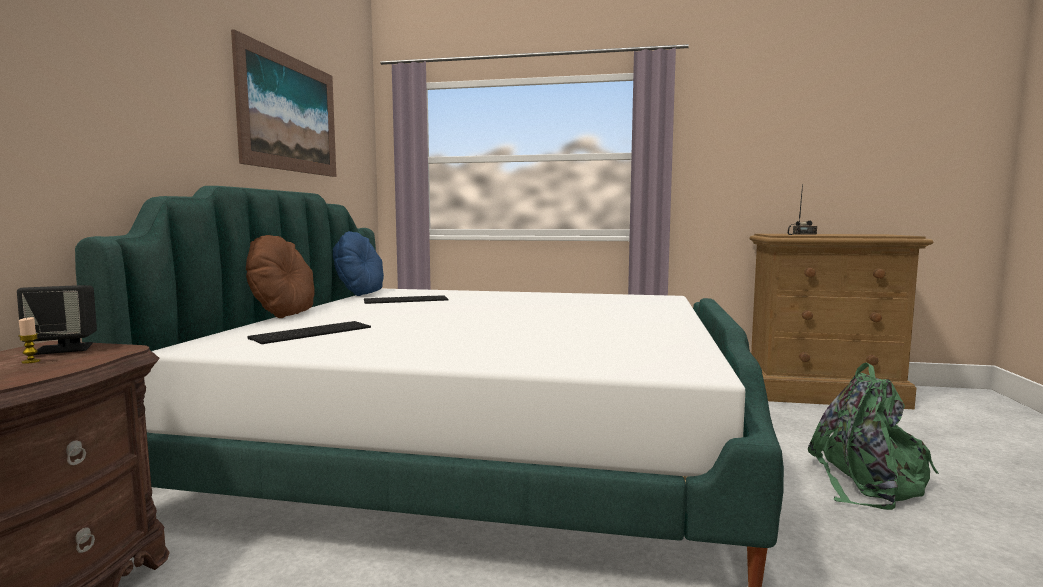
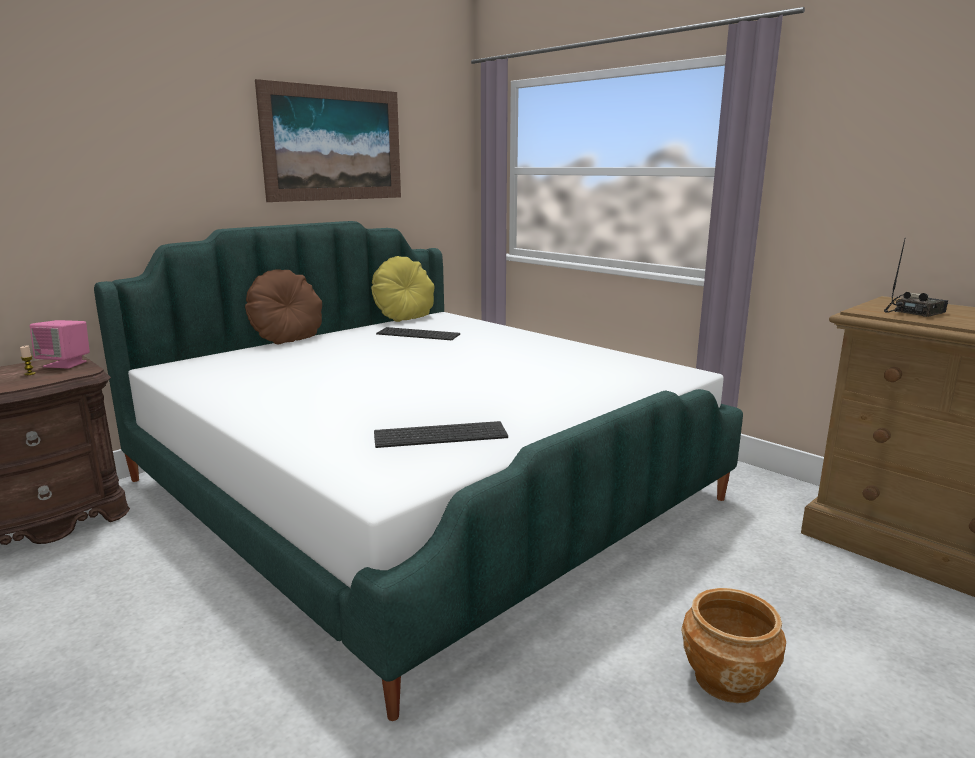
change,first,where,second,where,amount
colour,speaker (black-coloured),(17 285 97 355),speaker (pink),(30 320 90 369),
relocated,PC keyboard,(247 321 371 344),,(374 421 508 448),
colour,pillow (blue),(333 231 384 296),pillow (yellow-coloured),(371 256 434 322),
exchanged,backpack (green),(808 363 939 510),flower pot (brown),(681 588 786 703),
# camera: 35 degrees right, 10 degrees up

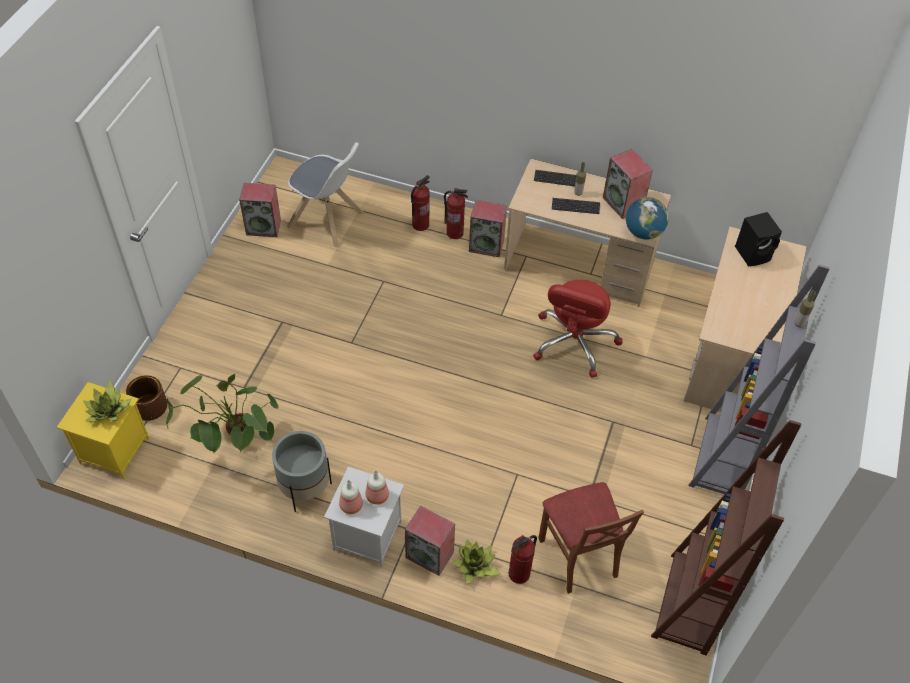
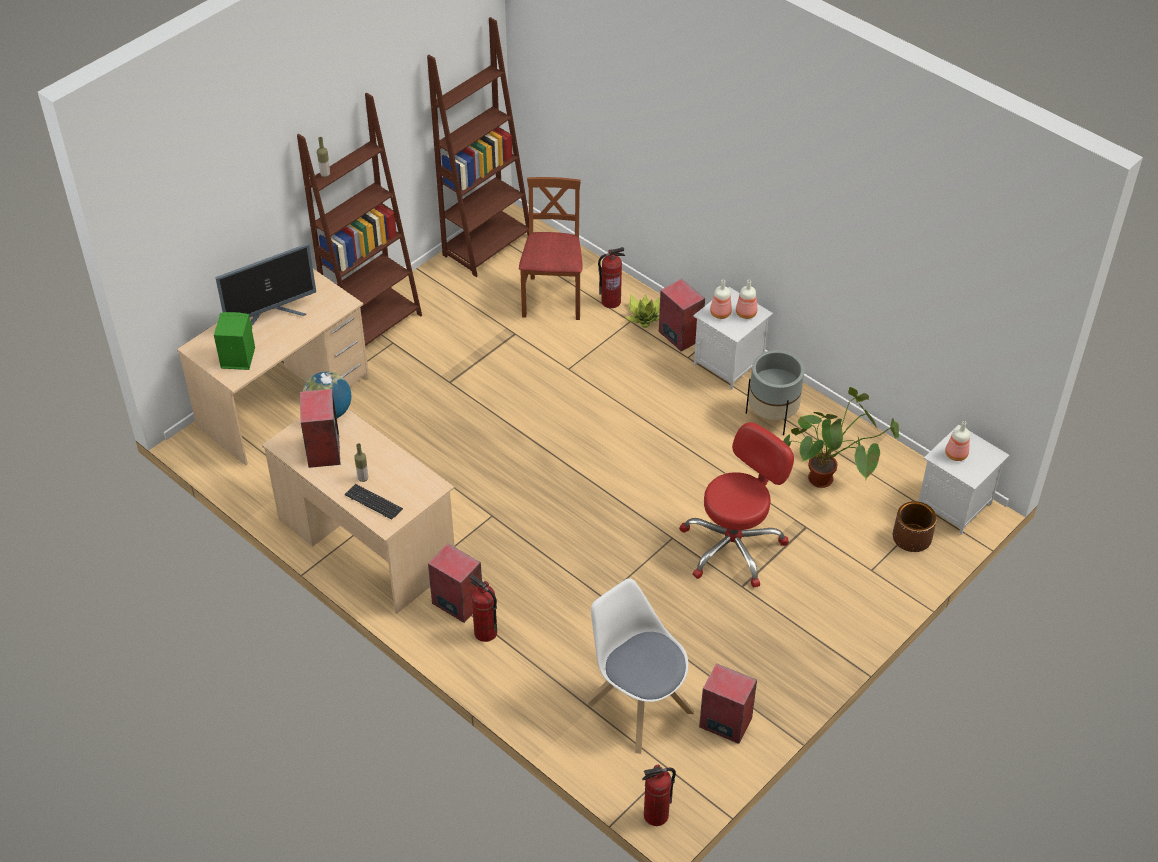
change,first,where,second,where,amount
colour,nightstand (yellow-coloured),(57 382 149 479),nightstand (greyish),(918 425 1009 535),
exchanged,houseplant,(83 380 131 422),drink bottle,(945 421 970 461),
relocated,fire extinguisher,(411 175 430 231),,(642 765 676 826),
relocated,office chair (red-coloured),(533 280 622 378),,(679 422 794 587),
missing,PC keyboard,(552 198 600 214),,,
colour,bookshelf (greyish),(688 265 830 494),bookshelf (brown),(297 92 422 346),
colour,speaker (black-coloured),(735 212 782 266),speaker (green),(214 312 255 370),
appeared,,,computer screen,(215 243 316 326),
# camera: 155 degrees left, 5 degrees down

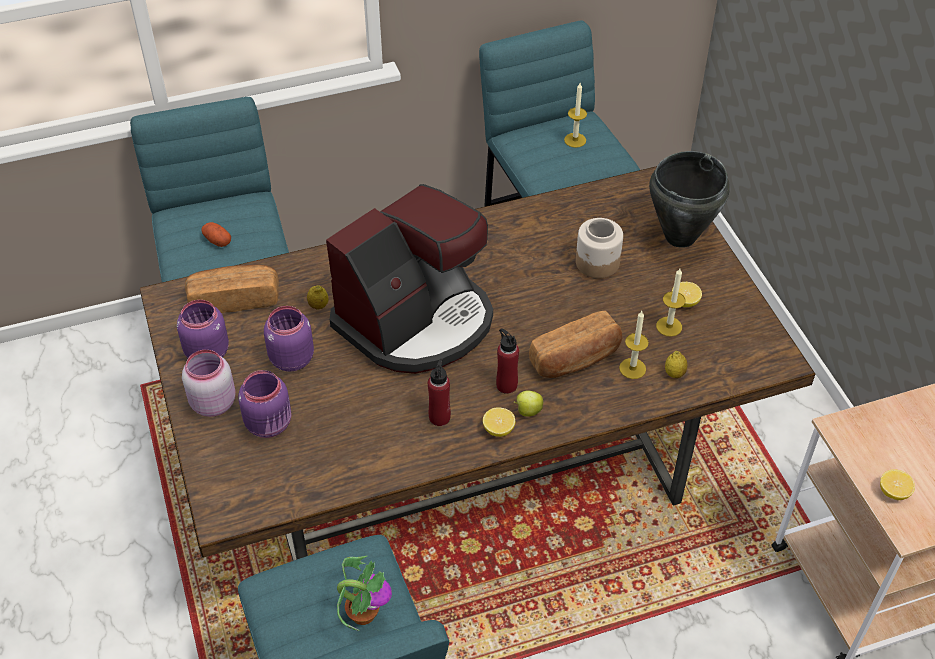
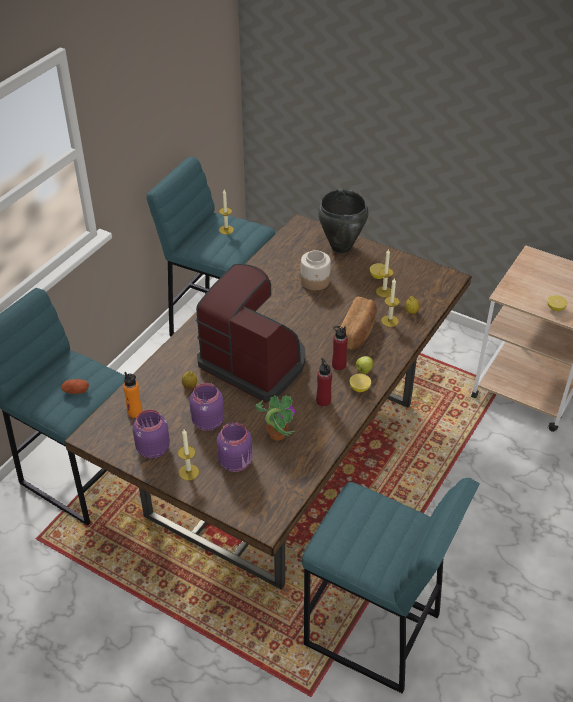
change,first,where,second,where,amount
exchanged,preserve jar (pink),(182 350 236 417),wax light,(178 429 199 481),
exchanged,bakery bread,(185 265 279 313),drink bottle (orange),(123 372 142 418),
spun,coffee brewer,(326 184 493 374),,(196 264 306 403),60 degrees counterclockwise
relocated,houseplant,(337 556 392 631),,(256 395 295 441),
# camera: 40 degrees left, 5 degrees down

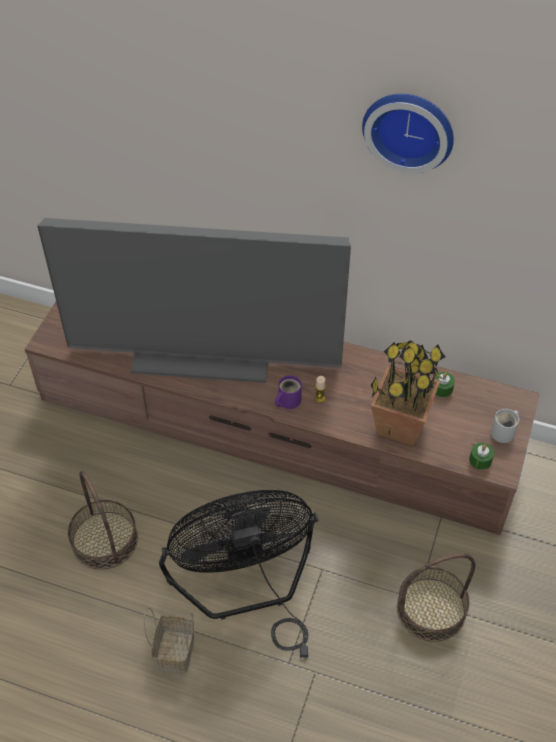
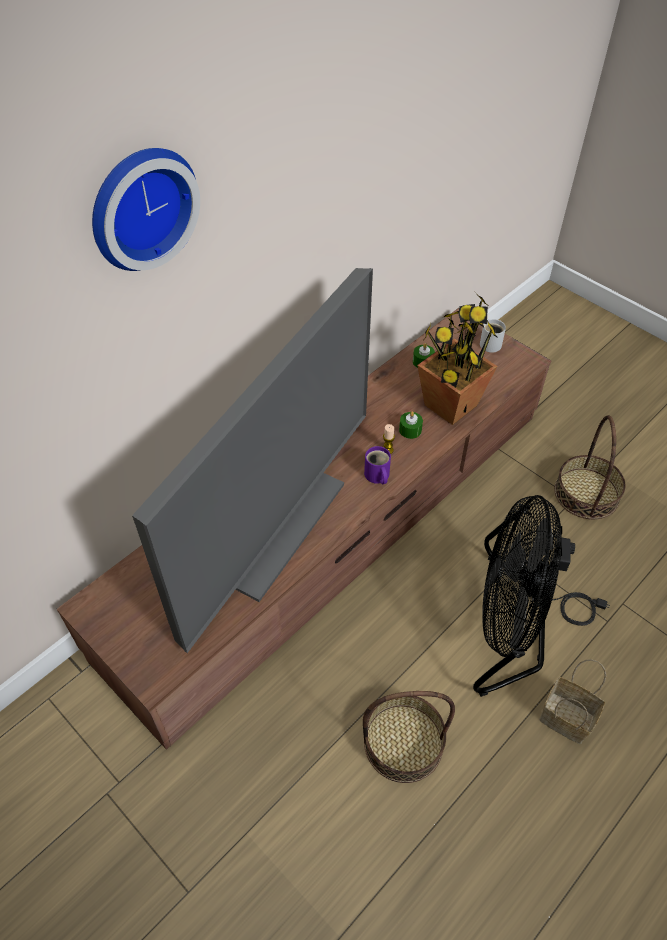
change,first,where,second,where,amount
relocated,hanging clock,(362 94 454 174),,(92 148 200 271),
relocated,wax light (green),(469 443 494 470),,(399 411 423 439),
# camera: 65 degrees left, 0 degrees up

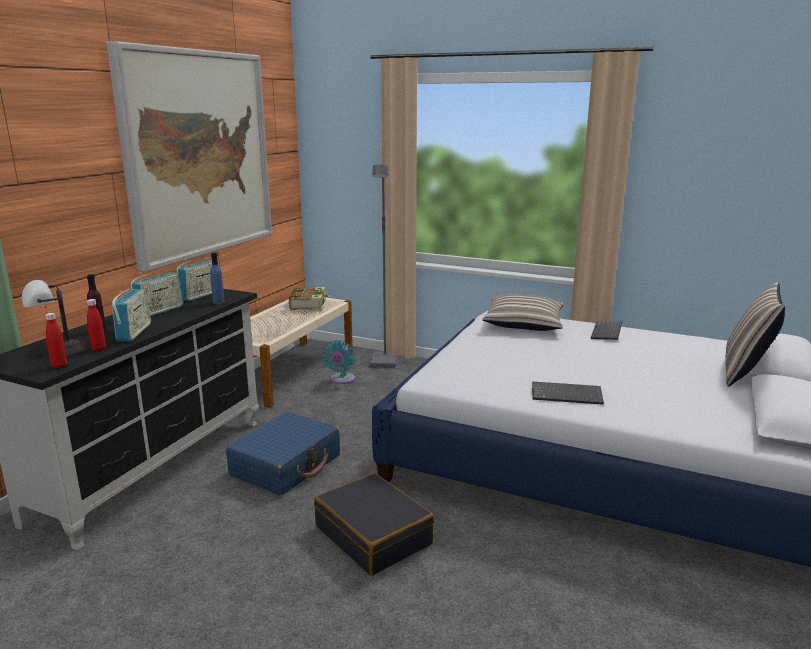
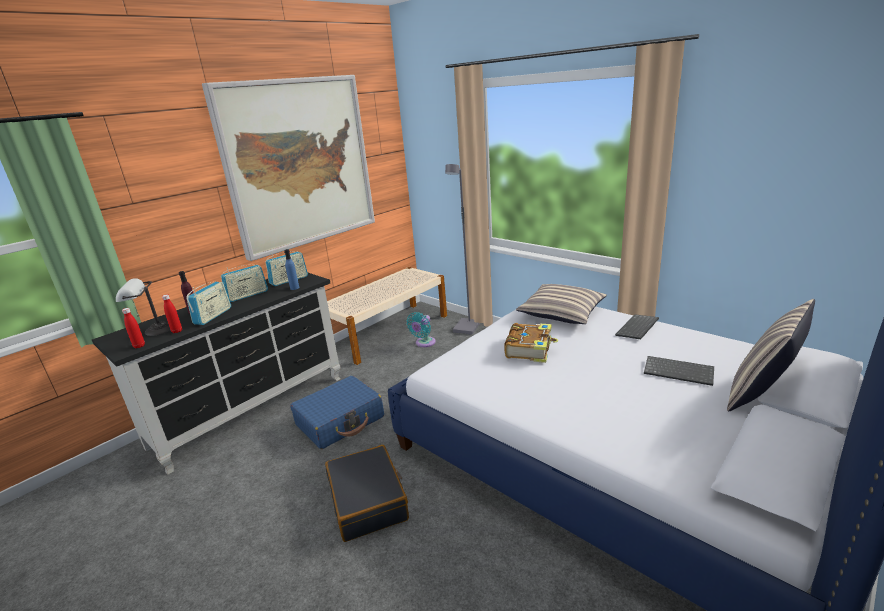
change,first,where,second,where,amount
relocated,bound book,(289 287 331 311),,(504 323 558 363),
relocated,PC keyboard,(532 382 604 405),,(644 356 714 386),
# camera: 20 degrees right, 5 degrees up

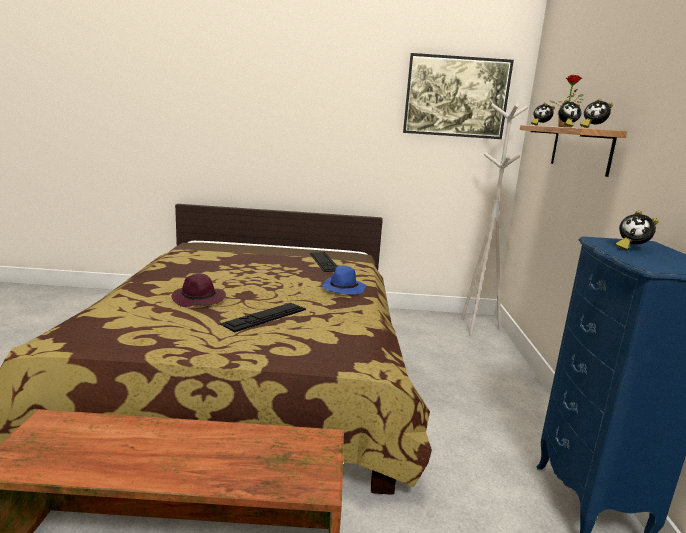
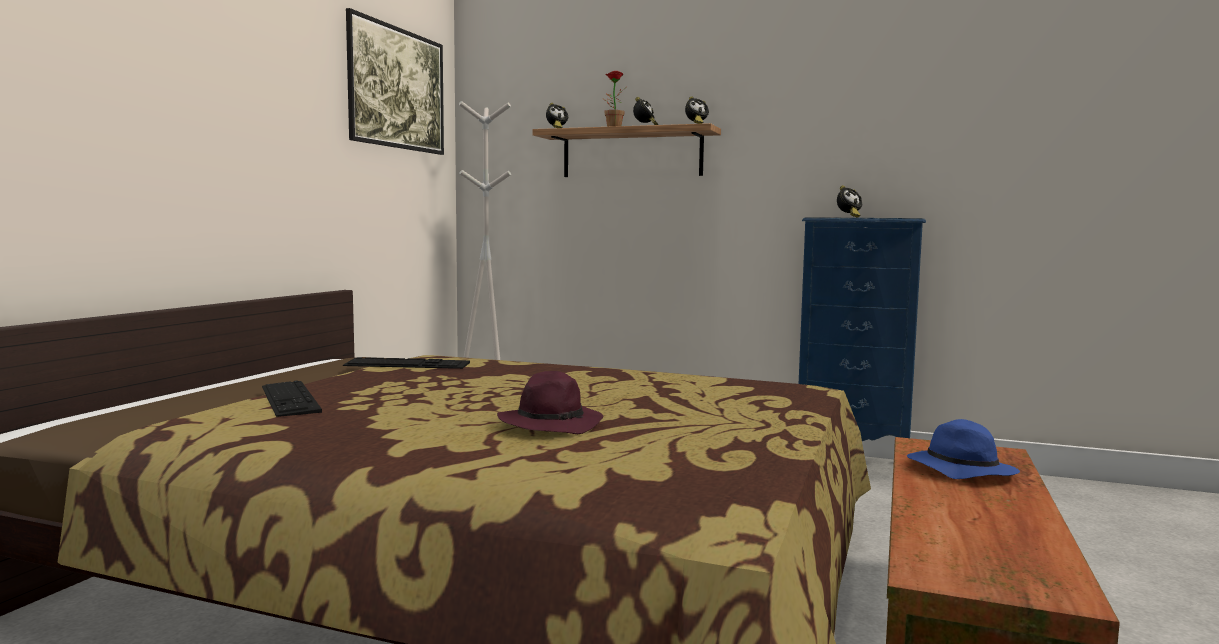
change,first,where,second,where,amount
relocated,PC keyboard,(220 303 306 333),,(262 380 322 417),
relocated,hat (blue),(321 266 366 294),,(907 419 1020 479),
# camera: 70 degrees left, 10 degrees down

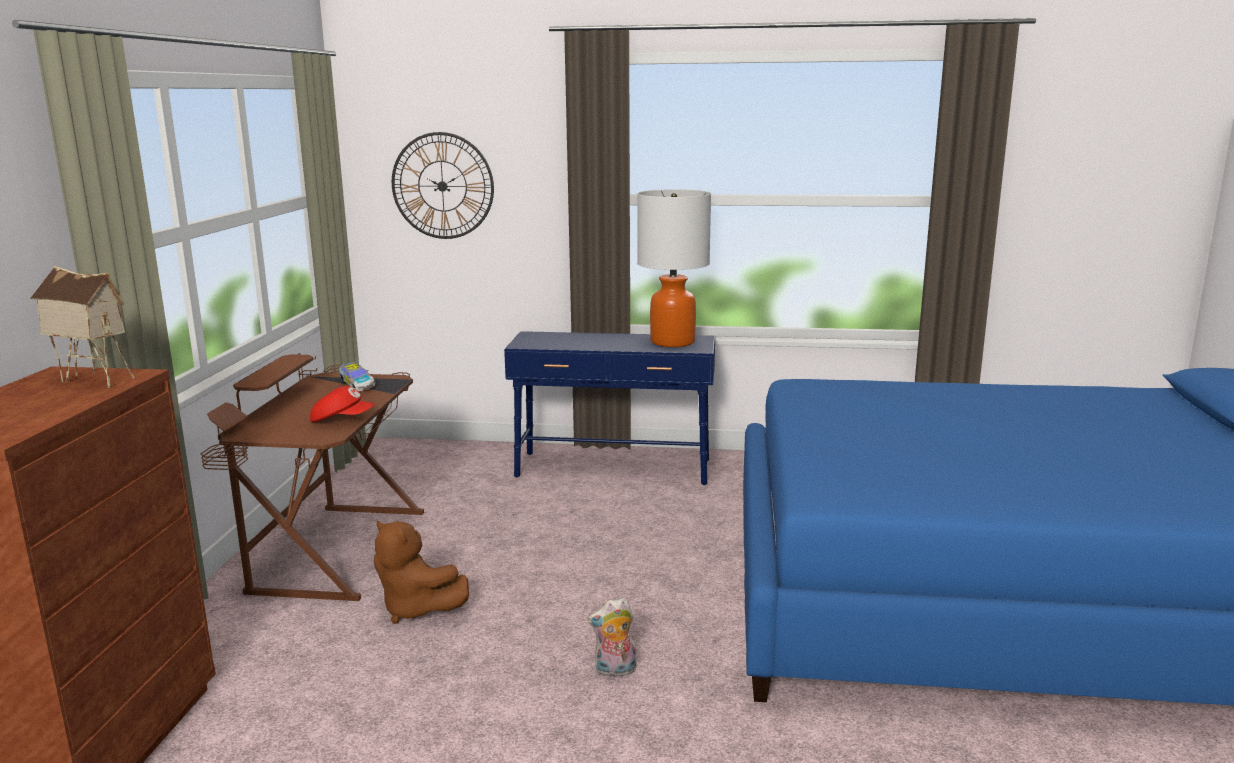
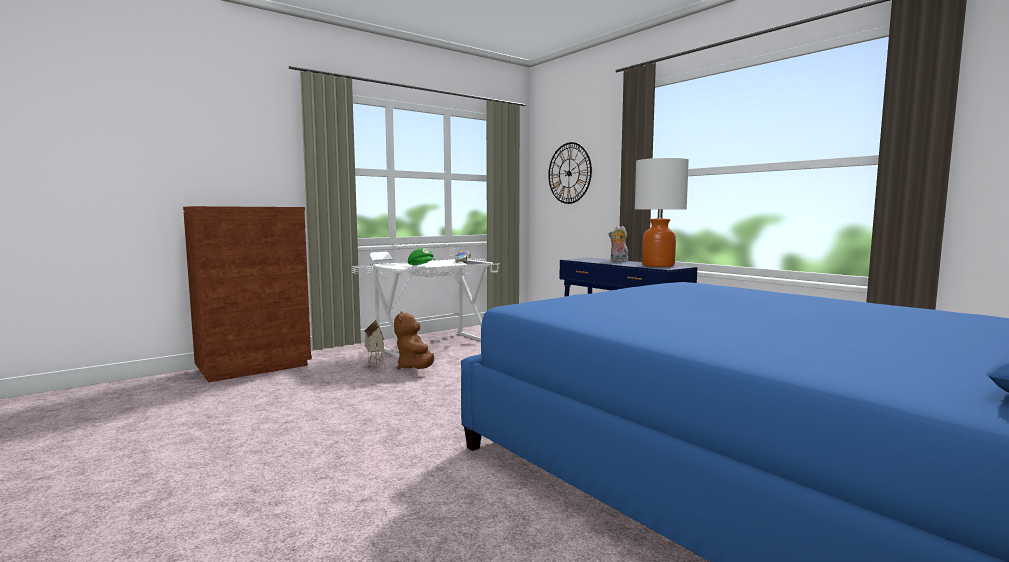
change,first,where,second,where,amount
relocated,toy house,(30 266 135 388),,(364 319 386 373),
colour,desk unit (brown),(201 353 424 601),desk unit (white-coloured),(352 243 500 358),
colour,cap (red-coloured),(310 386 375 422),cap (green),(408 248 435 265),
relocated,plush toy,(587 598 636 677),,(609 226 629 262),
# camera: 45 degrees right, 10 degrees down

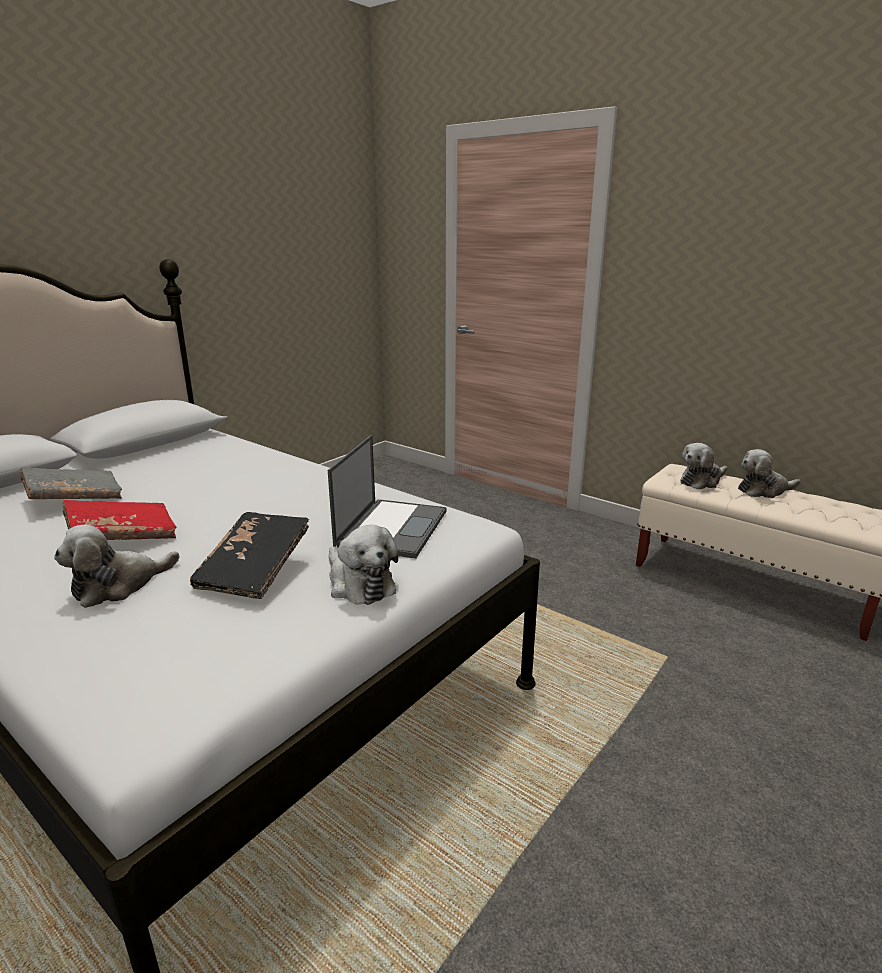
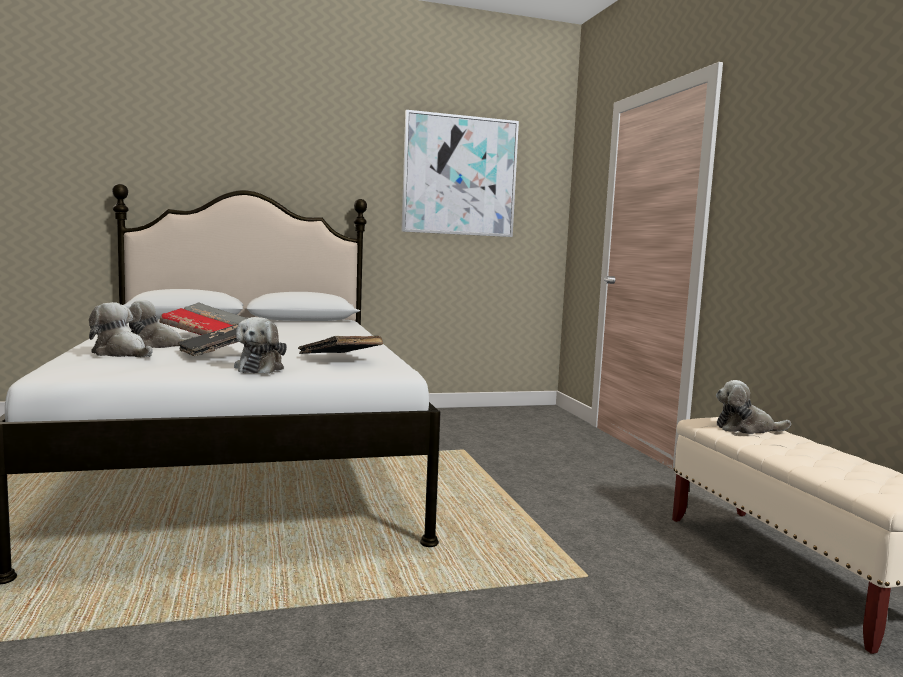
change,first,where,second,where,amount
exchanged,portable computer,(328 435 447 559),bound book (black-coloured),(298 335 383 354),
relocated,plush toy,(738 449 801 498),,(89 302 153 357),
appeared,,,wall picture,(401 110 519 237),
# camera: 35 degrees right, 15 degrees down

